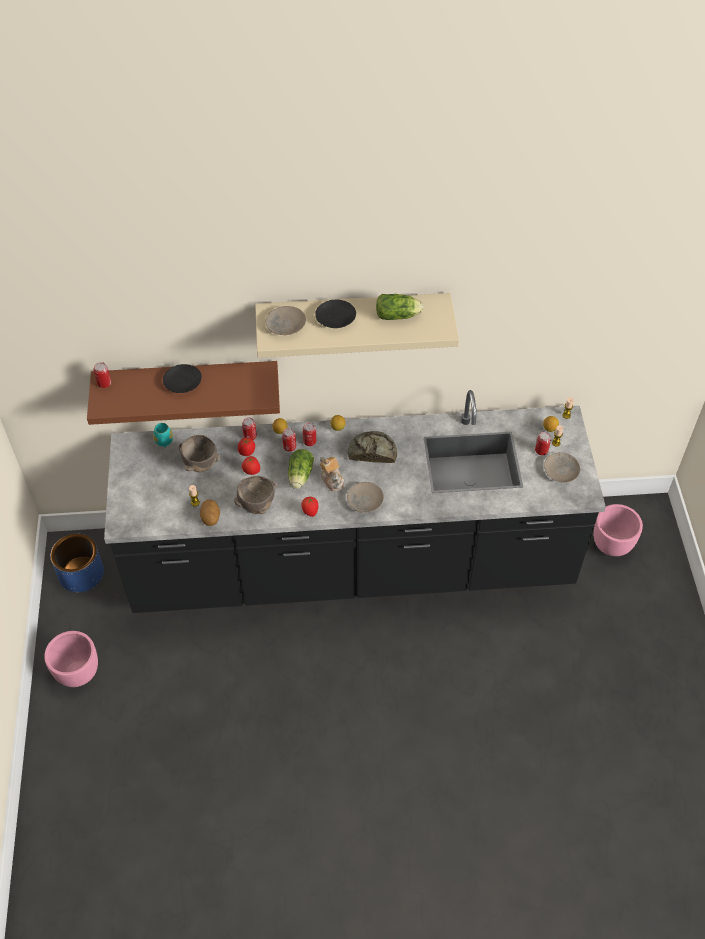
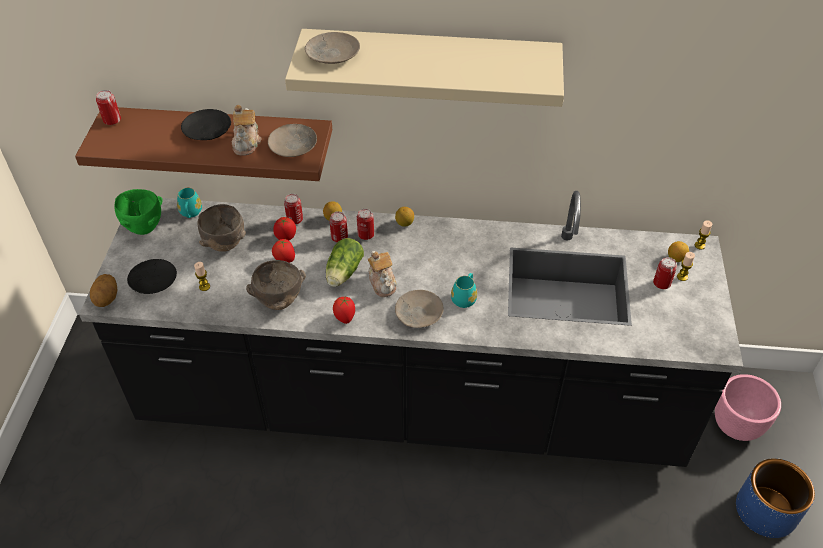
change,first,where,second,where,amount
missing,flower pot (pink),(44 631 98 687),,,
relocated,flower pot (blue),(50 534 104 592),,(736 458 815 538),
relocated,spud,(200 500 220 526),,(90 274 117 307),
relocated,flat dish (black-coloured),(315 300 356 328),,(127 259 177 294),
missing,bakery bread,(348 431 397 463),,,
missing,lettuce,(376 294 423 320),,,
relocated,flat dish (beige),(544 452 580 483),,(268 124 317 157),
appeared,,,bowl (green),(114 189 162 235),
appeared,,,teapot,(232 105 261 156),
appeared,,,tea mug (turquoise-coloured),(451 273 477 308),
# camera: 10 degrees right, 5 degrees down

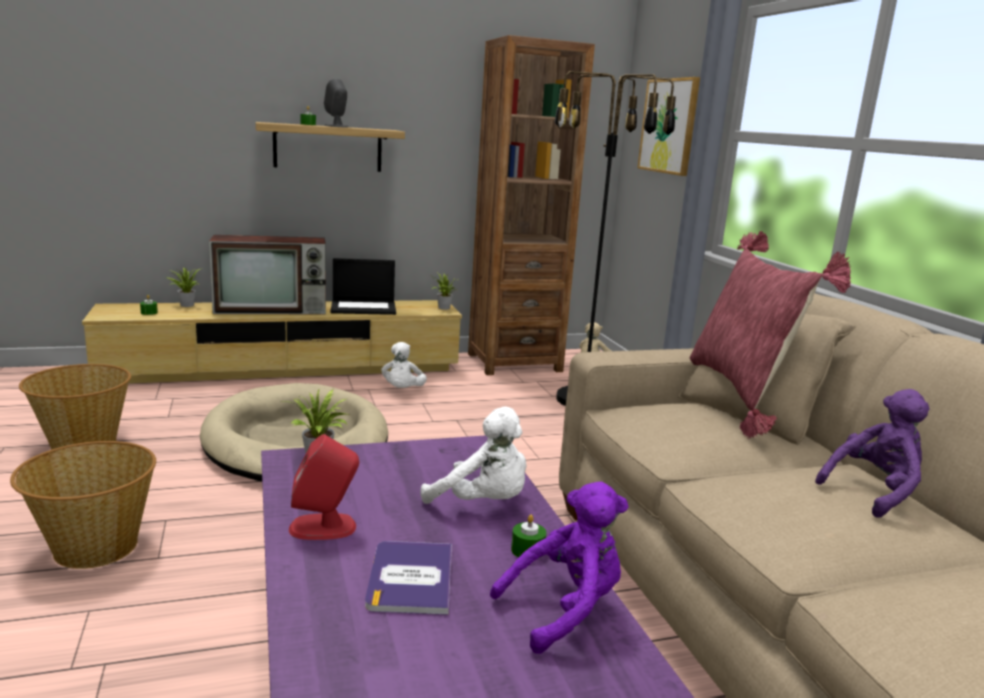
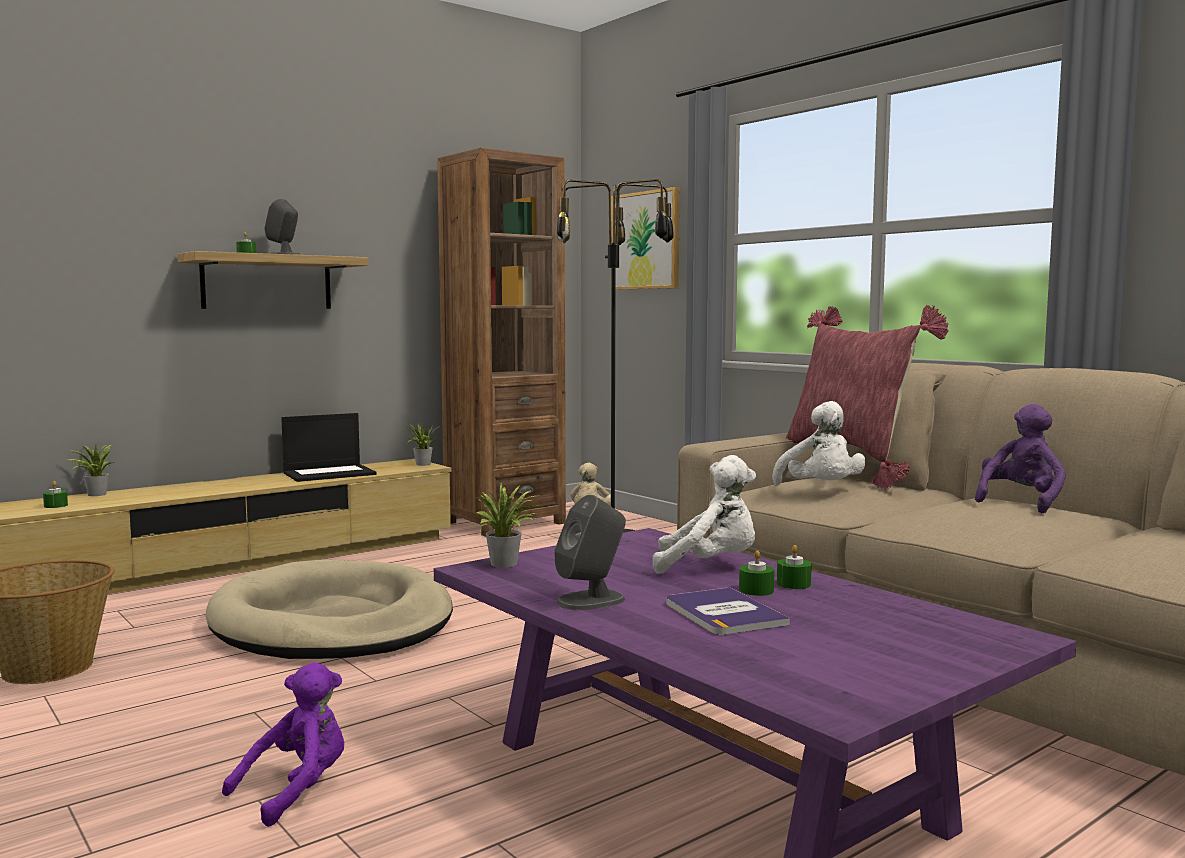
change,first,where,second,where,amount
missing,storage basket,(10 441 156 569),,,
missing,TV set,(209 235 326 314),,,
colour,speaker (red-coloured),(289 434 359 540),speaker (greyish),(554 495 626 610),
relocated,plush toy (white-coloured),(381 342 427 388),,(772 401 866 486),
relocated,plush toy (purplish),(490 482 629 654),,(222 662 344 827),
appeared,,,wax light (green),(739 550 774 596),
# camera: 20 degrees left, 10 degrees down

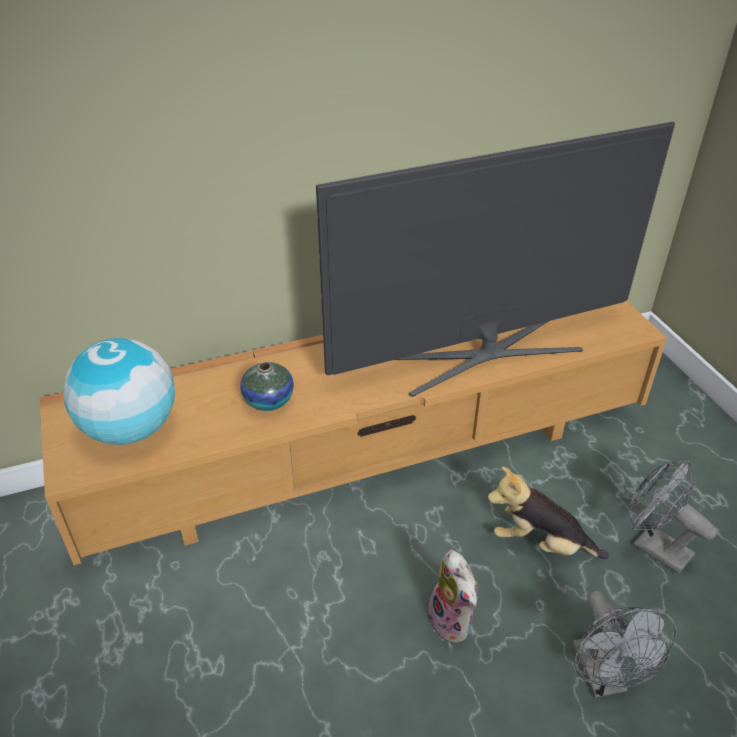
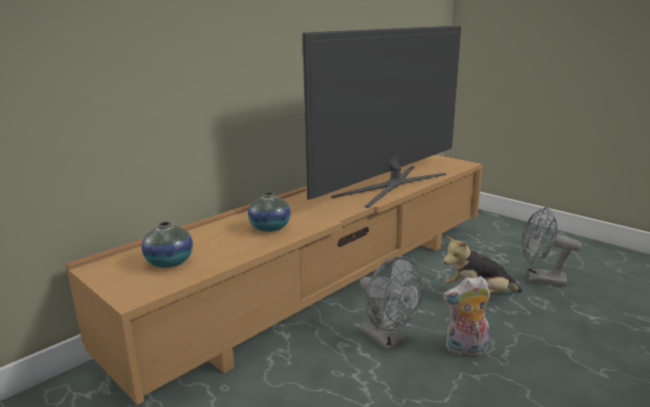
change,first,where,second,where,amount
exchanged,desk globe,(63 338 175 445),vase,(141 222 193 268),
spun,plush toy,(429 550 479 643),,(443 276 490 356),135 degrees clockwise
relocated,cooling fan (greyish),(572 591 677 698),,(359 256 423 350),
# camera: 25 degrees left, 20 degrees down

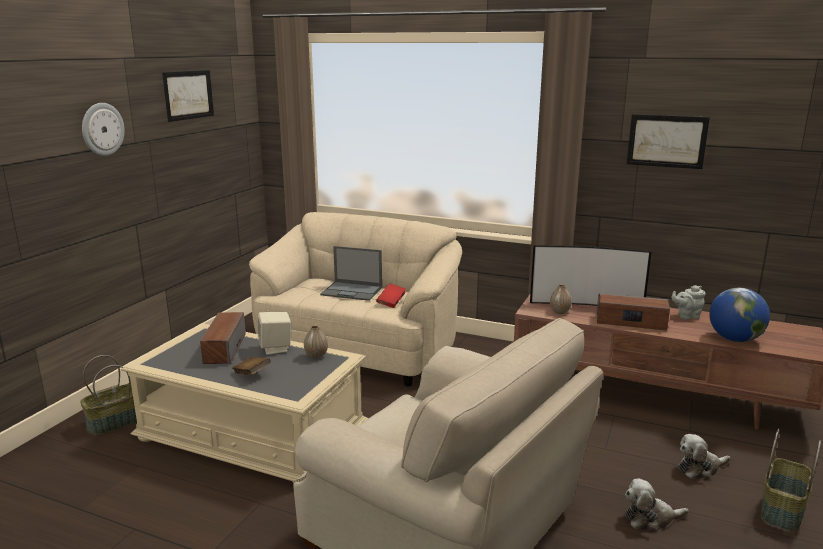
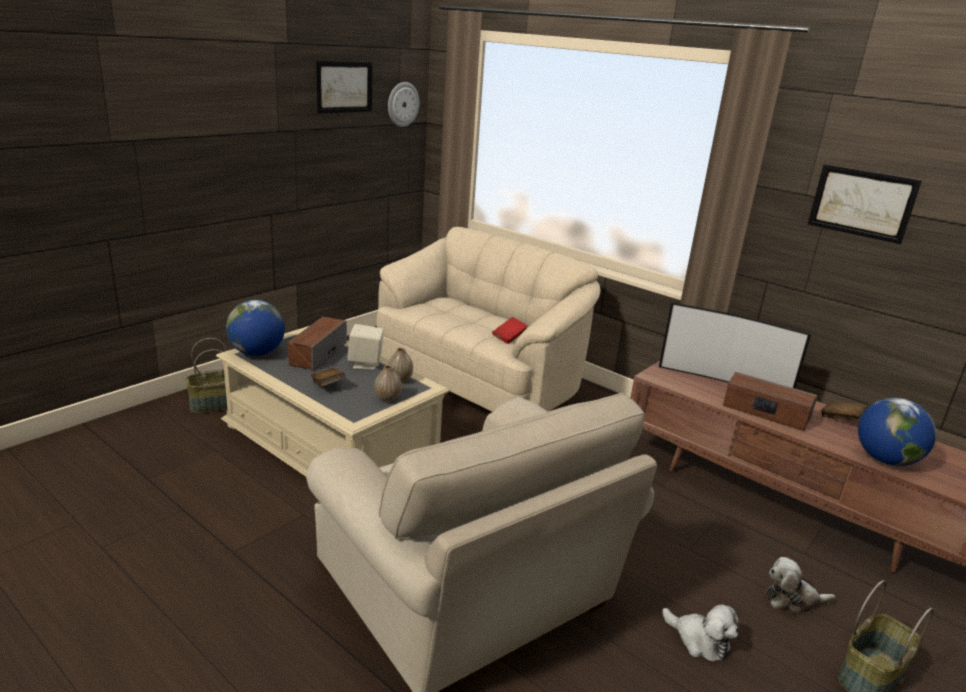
change,first,where,second,where,amount
relocated,hanging clock,(82 103 125 156),,(388 82 419 127),
missing,portable computer,(320 246 382 301),,,
relocated,vase,(550 284 572 314),,(375 365 402 402),
spun,plush toy,(625 478 689 532),,(662 604 739 661),150 degrees counterclockwise
exchanged,teapot (greyish),(672 285 706 320),bound book (brown),(821 401 868 422),
appeared,,,desk globe,(226 300 285 356),
# camera: 15 degrees right, 5 degrees up

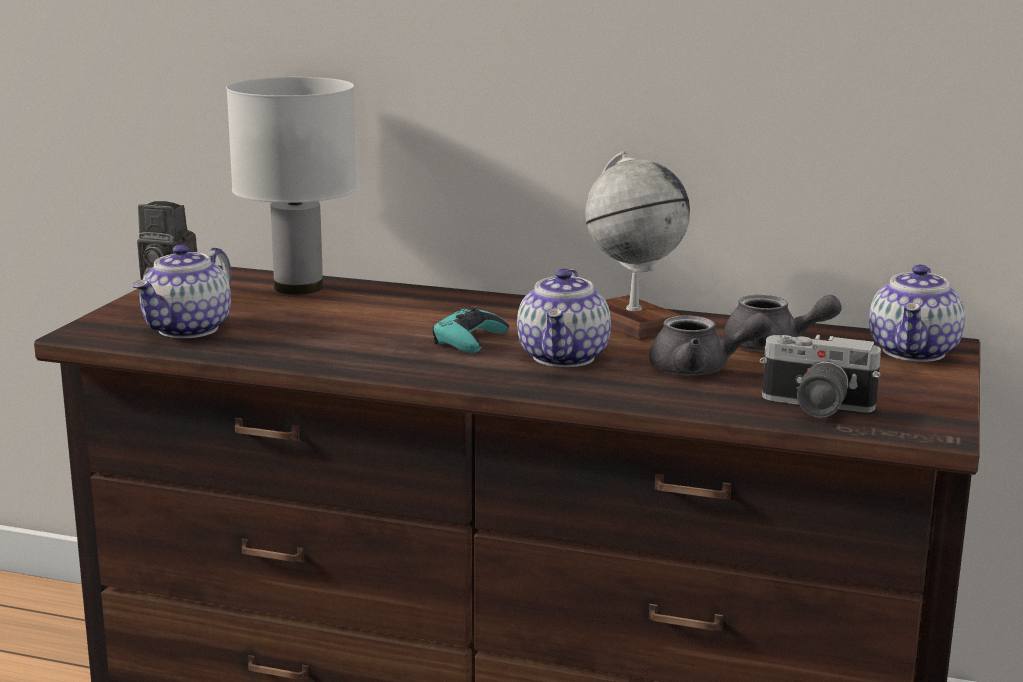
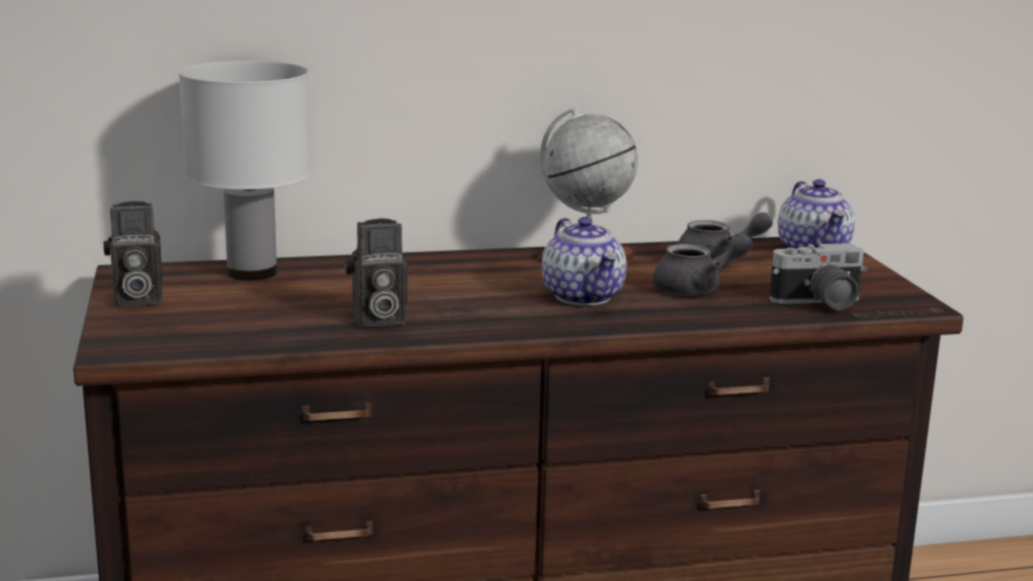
change,first,where,second,where,amount
missing,teapot,(133 245 231 338),,,
missing,game controller (turquoise-coloured),(432 306 509 353),,,
appeared,,,photo camera,(345 218 407 328),
# camera: 30 degrees left, 0 degrees up

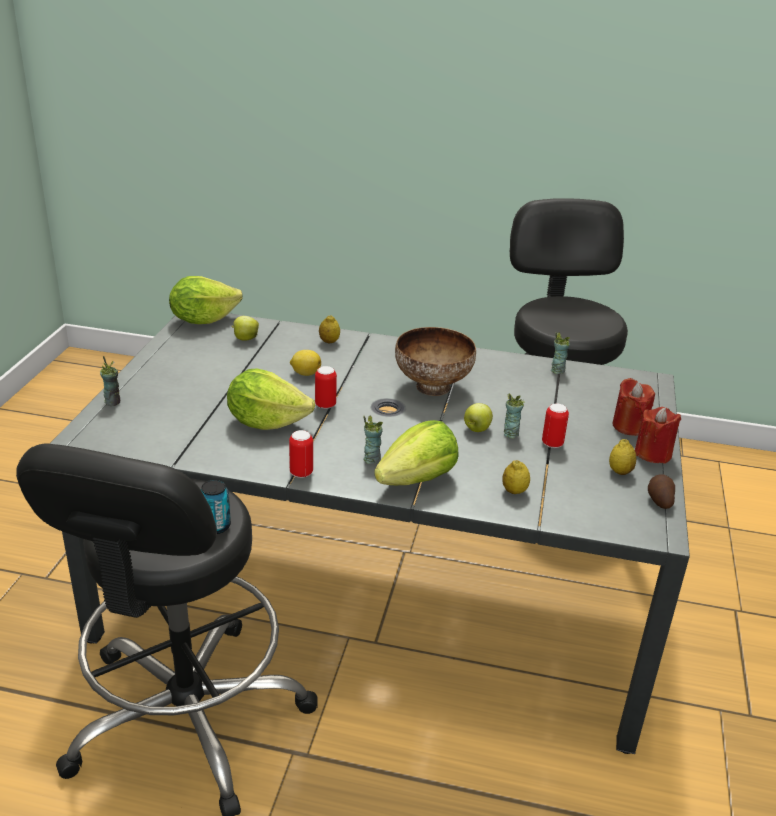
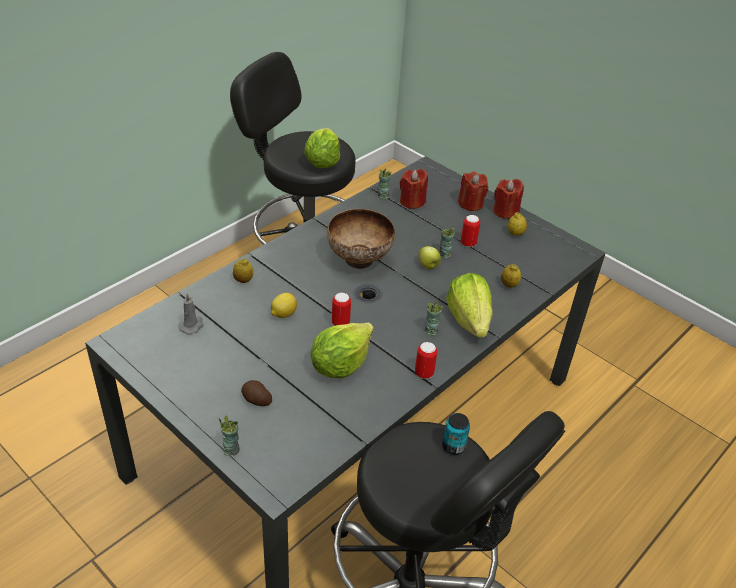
change,first,where,second,where,amount
relocated,lettuce,(169 276 243 324),,(304 128 340 168),
exchanged,apple fruit,(231 316 259 341),wax light (greyish),(178 293 204 335),
relocated,spud,(648 474 675 509),,(241 380 272 406),
appeared,,,wax light (red-coloured),(400 169 428 209),
# camera: 60 degrees left, 10 degrees up

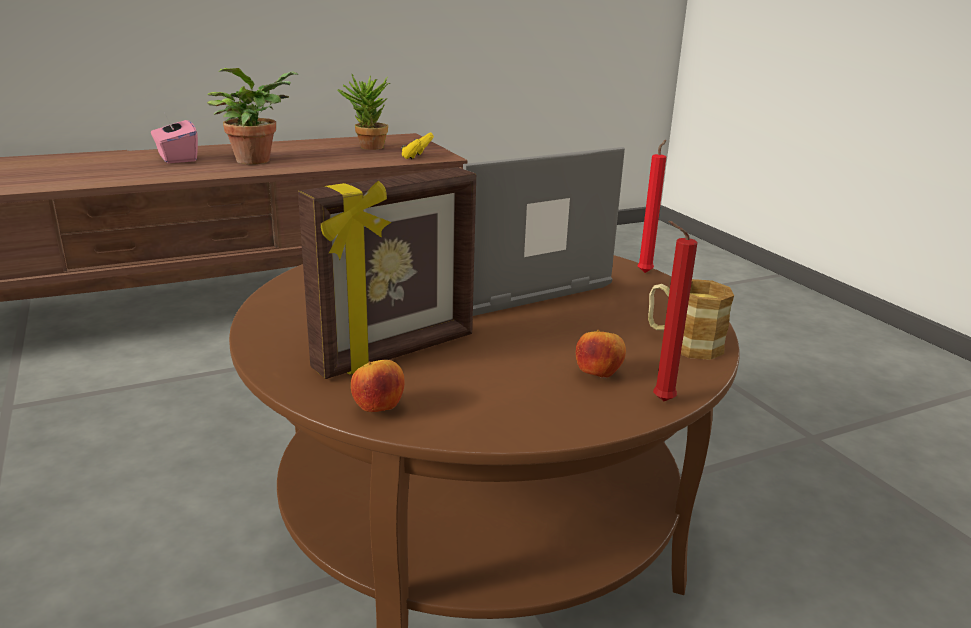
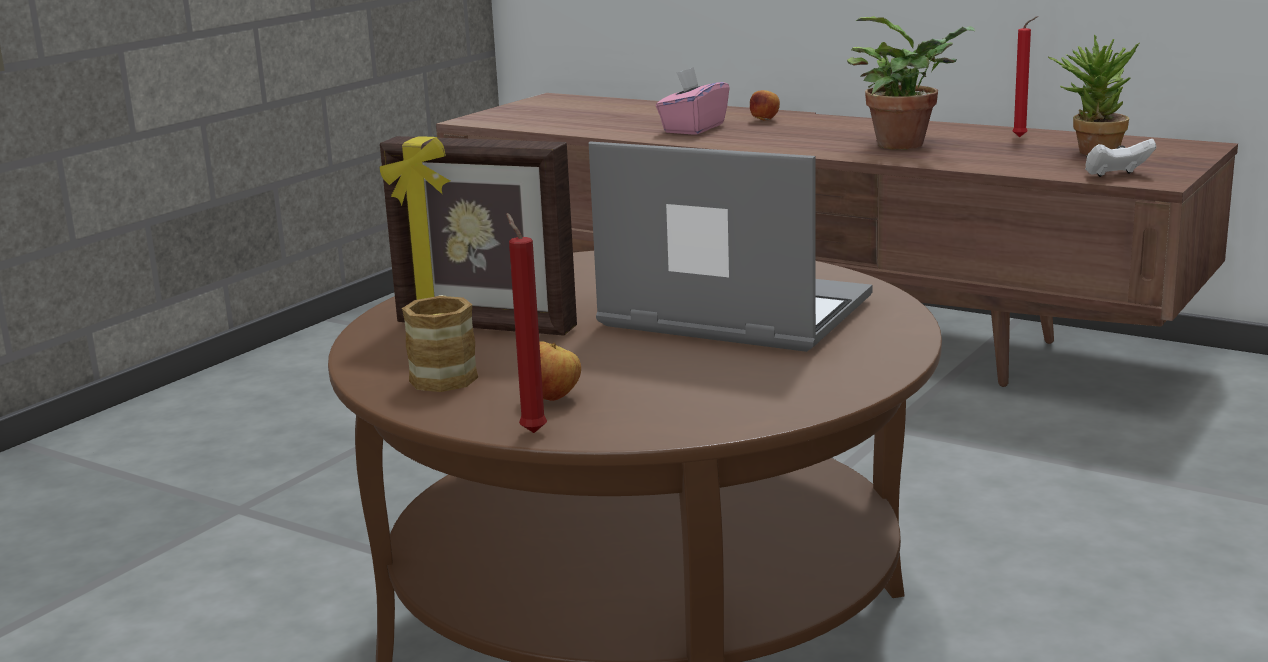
change,first,where,second,where,amount
relocated,tissue holder (pink),(151 115 198 163),,(656 67 730 135),
relocated,apple fruit,(351 360 404 412),,(750 90 780 121),
colour,game controller (yellow-coloured),(401 133 434 160),game controller (white-coloured),(1085 139 1156 177),
relocated,wax light (red-coloured),(637 139 666 273),,(1013 16 1038 137),
relocated,tea mug,(648 279 734 360),,(402 295 478 392),
# camera: 60 degrees right, 5 degrees down

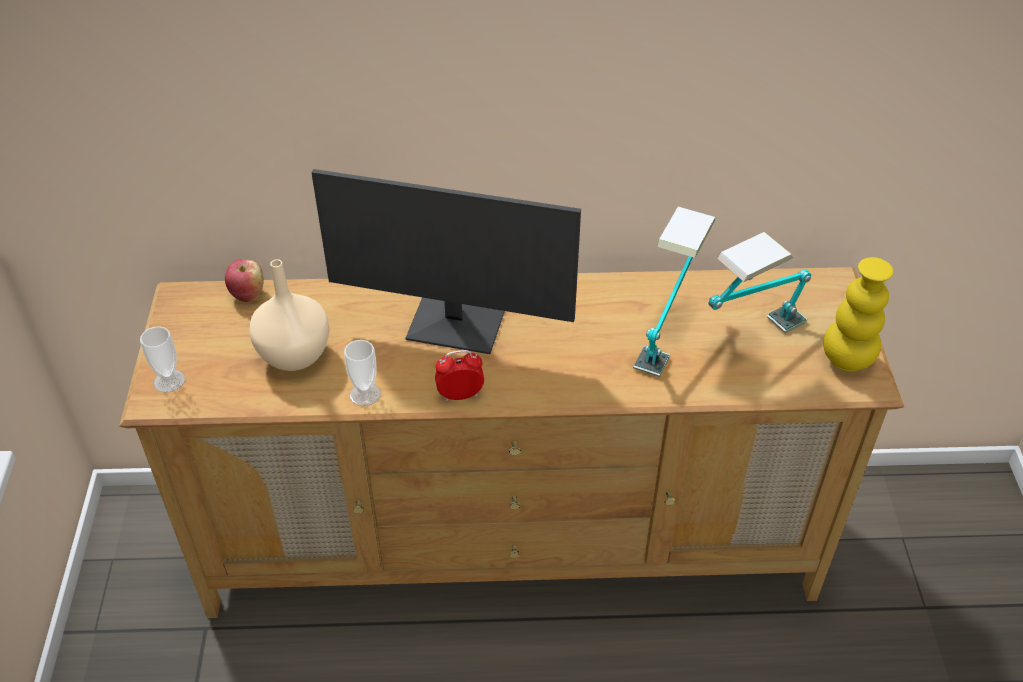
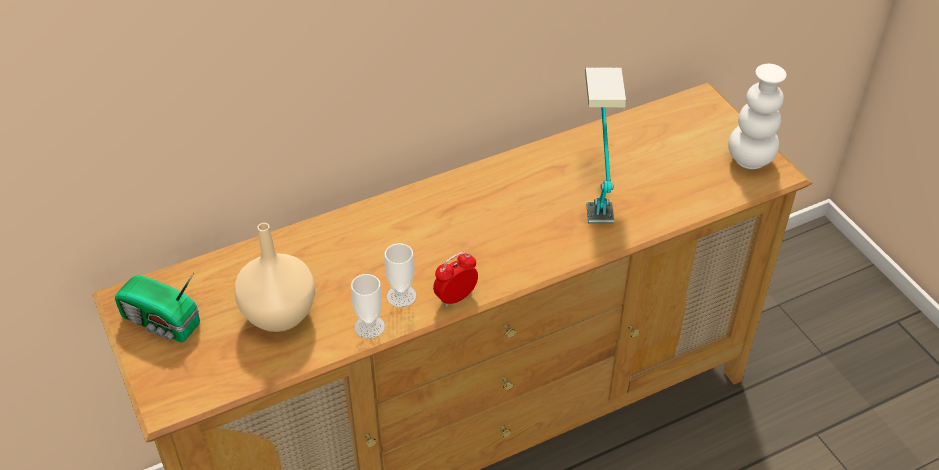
change,first,where,second,where,amount
relocated,cup,(140 326 185 392),,(384 243 417 307),
missing,apple fruit,(225 259 264 302),,,
missing,computer screen,(311 169 581 354),,,
missing,table lamp,(708 232 811 333),,,
colour,vase (yellow-coloured),(823 257 894 372),vase (white-coloured),(728 64 787 169),
appeared,,,radio receiver,(115 273 200 342),
# camera: 25 degrees left, 0 degrees up

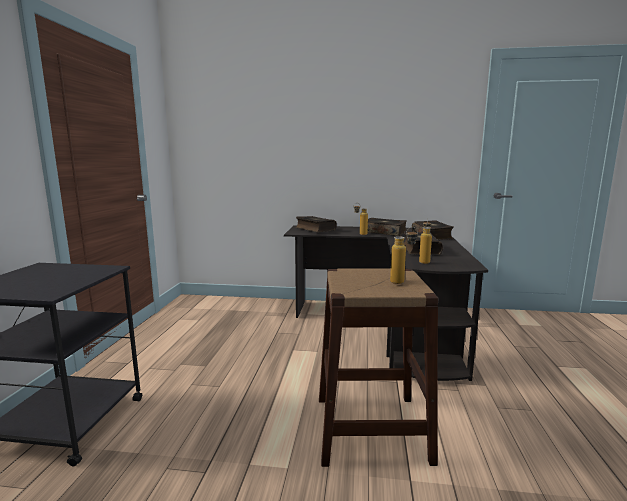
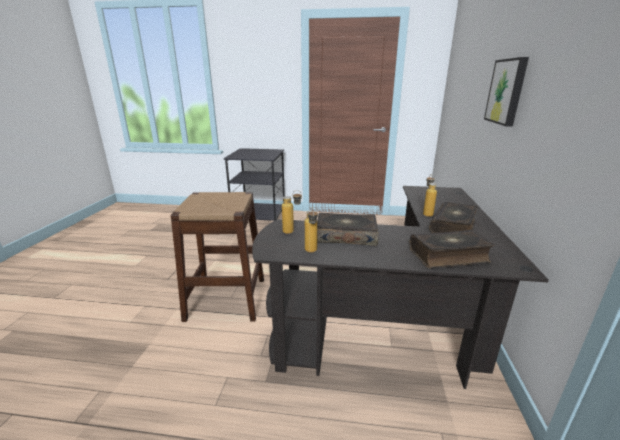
change,first,where,second,where,amount
missing,bound book,(295 216 337 232),,,
relocated,drink bottle,(390 227 418 284),,(305 207 318 252),
appeared,,,wall picture,(484 57 529 127),
# camera: 90 degrees right, 10 degrees up

